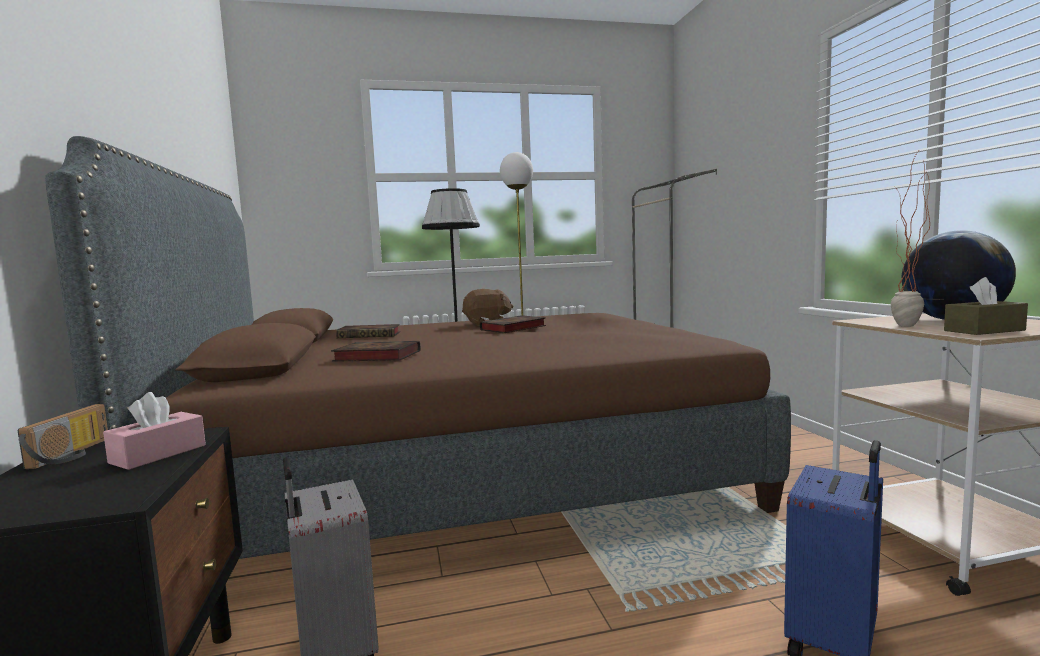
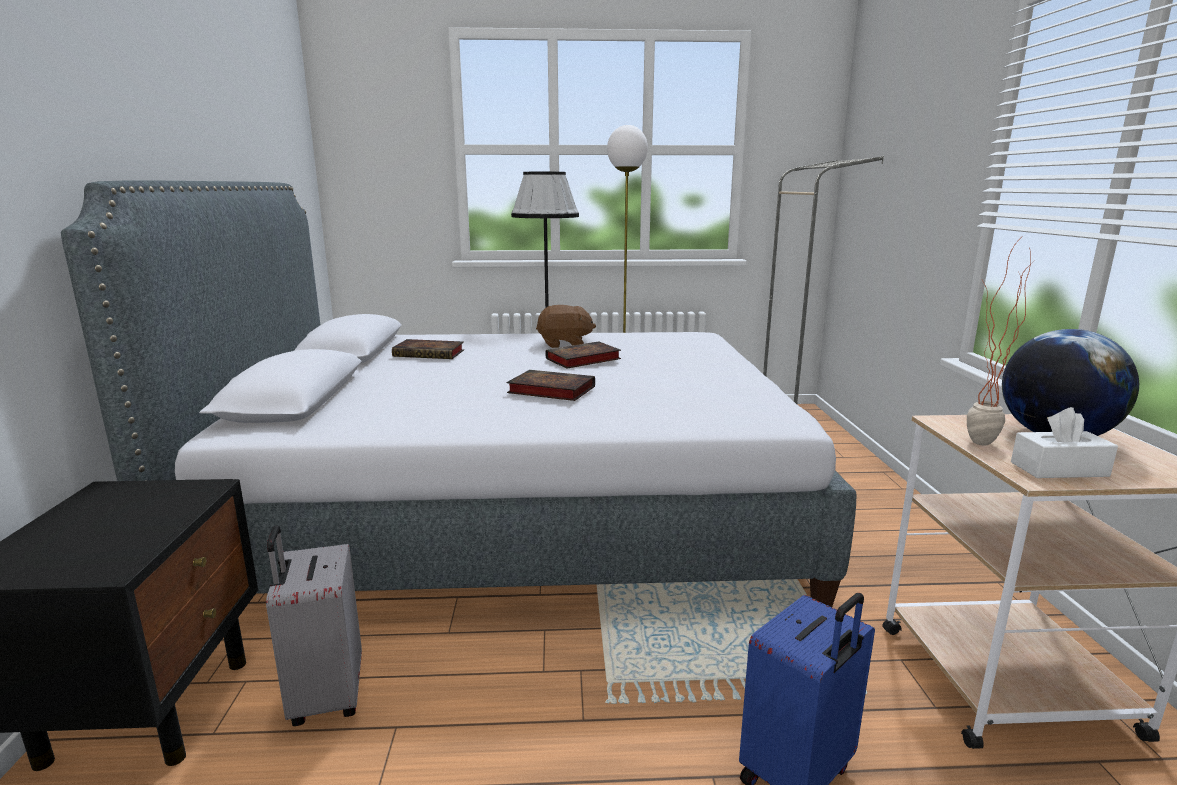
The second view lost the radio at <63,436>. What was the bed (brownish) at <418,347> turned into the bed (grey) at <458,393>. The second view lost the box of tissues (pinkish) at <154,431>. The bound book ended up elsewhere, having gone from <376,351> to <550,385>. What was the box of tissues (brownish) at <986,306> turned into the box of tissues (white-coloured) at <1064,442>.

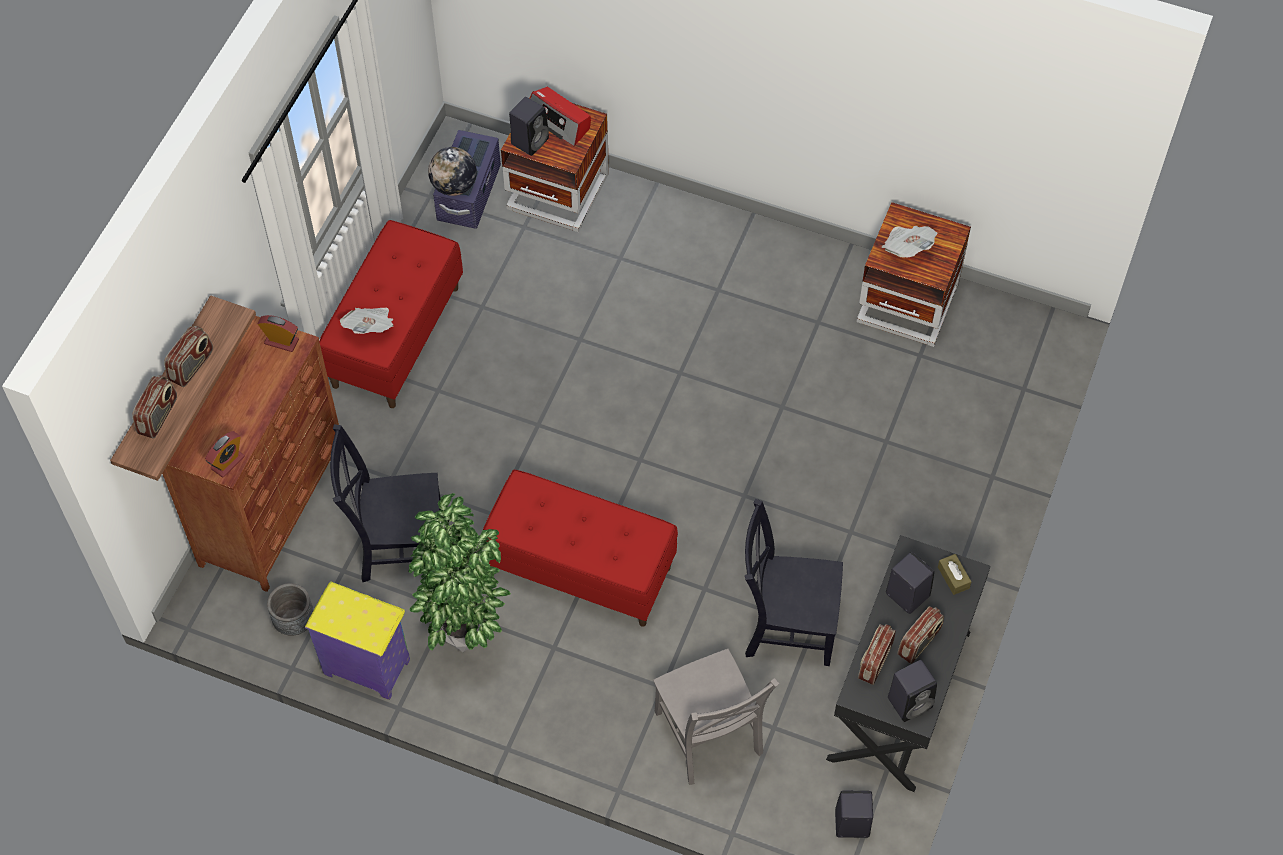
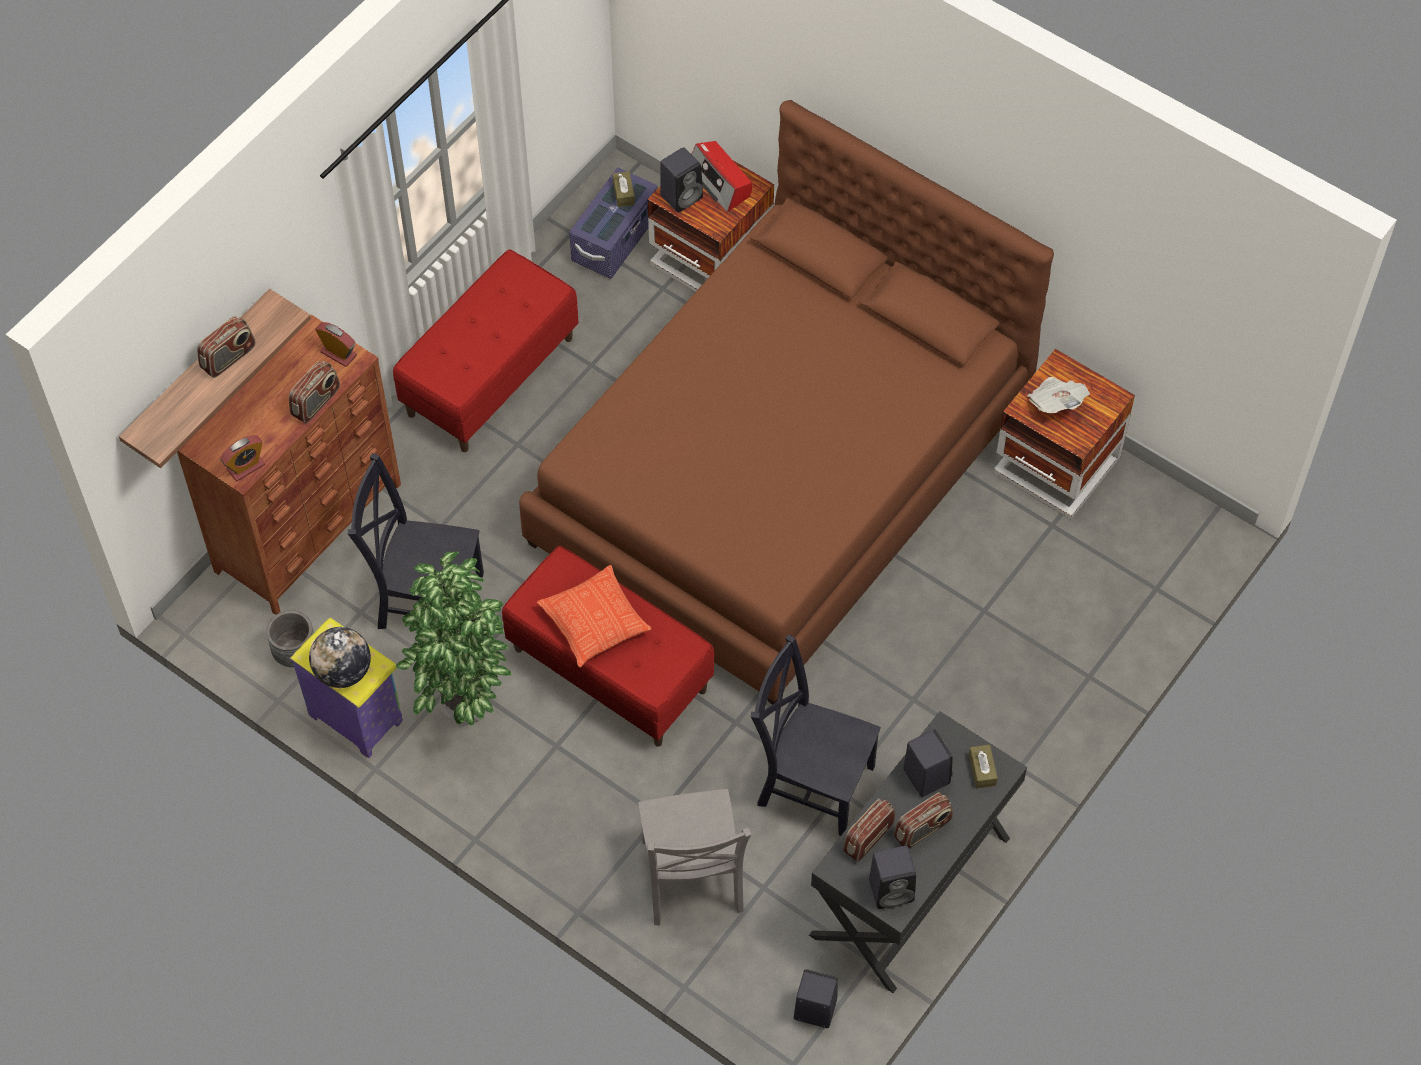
The radio ended up elsewhere, having gone from <154,407> to <314,392>. The second view lost the printed paper at <366,321>. The world globe ended up elsewhere, having gone from <452,171> to <340,657>. The second view gained the bed (brownish) at <786,402>. The second view gained the pillow (orange-coloured) at <594,616>. The second view gained the box of tissues (brownish) at <624,189>.

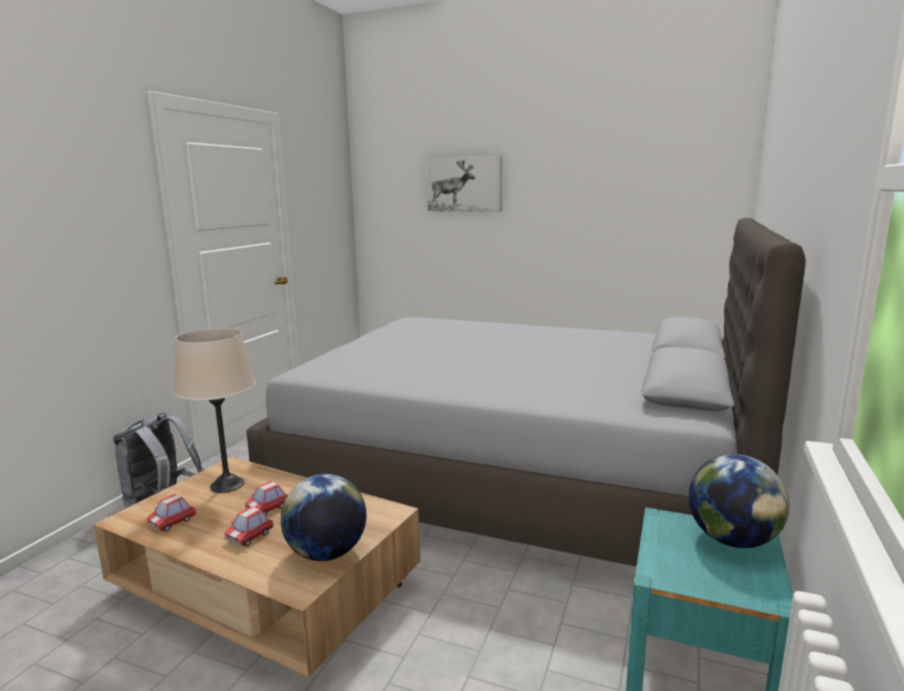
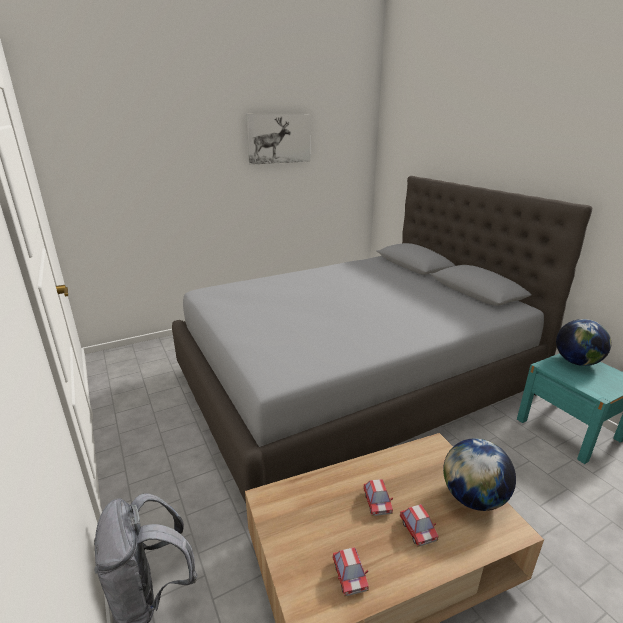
The second view lost the table lamp (beige-coloured) at <215,410>. The wall picture ended up elsewhere, having gone from <464,183> to <278,139>.

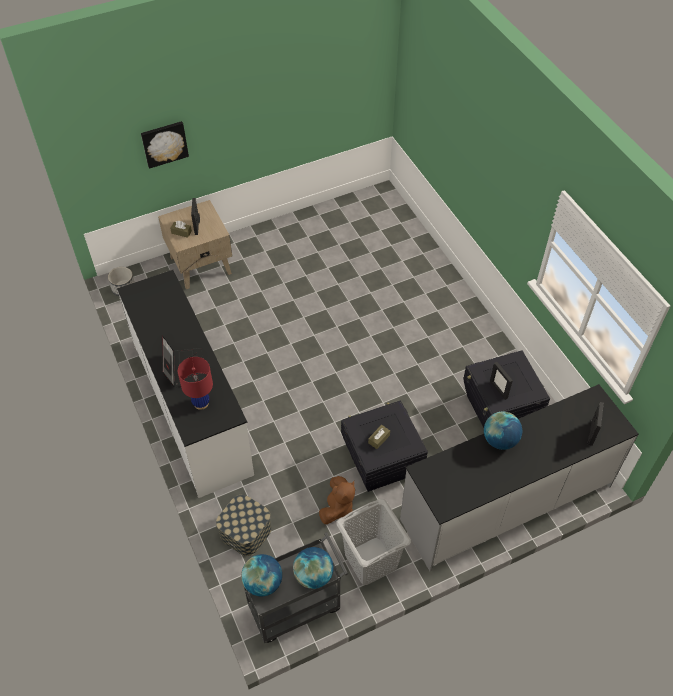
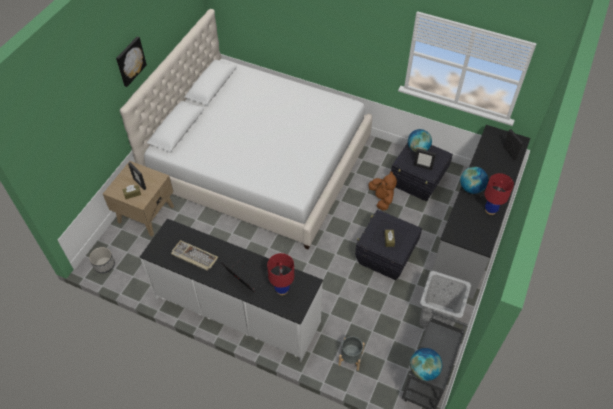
The wall picture ended up elsewhere, having gone from <165,145> to <131,62>. Where the storage bin stood at <244,525>, the plant pot (grey) came to stand at <351,353>. The world globe ended up elsewhere, having gone from <313,568> to <420,140>. The cuddly toy (brownish) ended up elsewhere, having gone from <337,500> to <383,191>. The second view gained the bed (white-coloured) at <246,129>. The second view gained the computer keyboard at <194,255>. The second view gained the table lamp (reddish) at <499,194>.

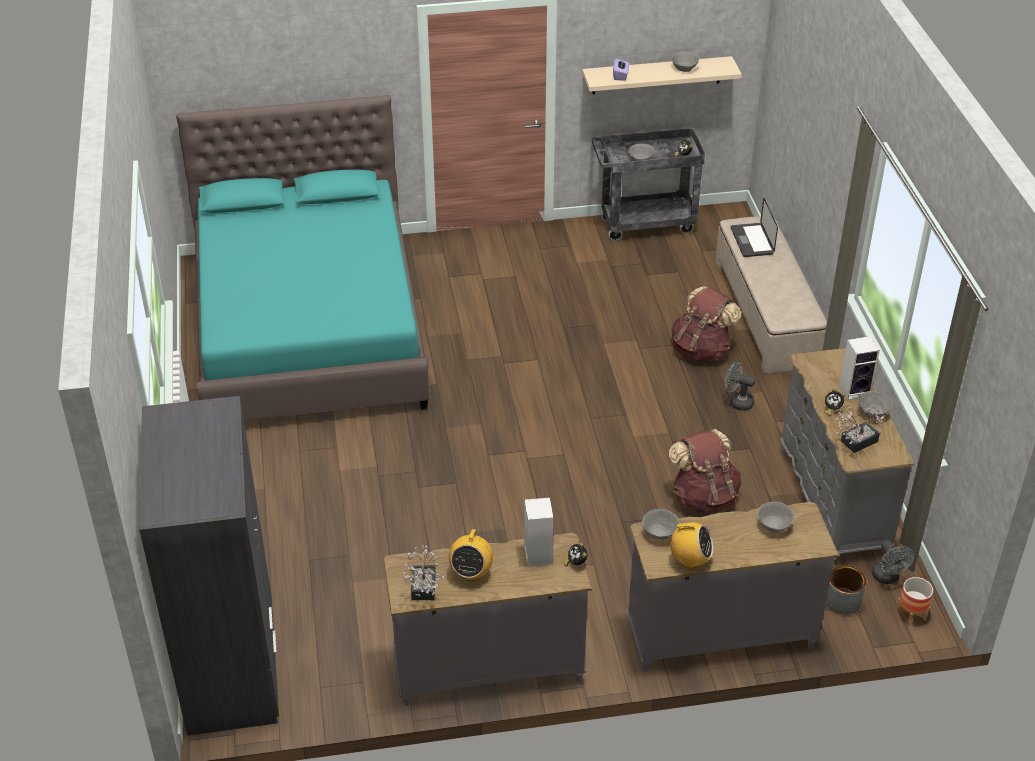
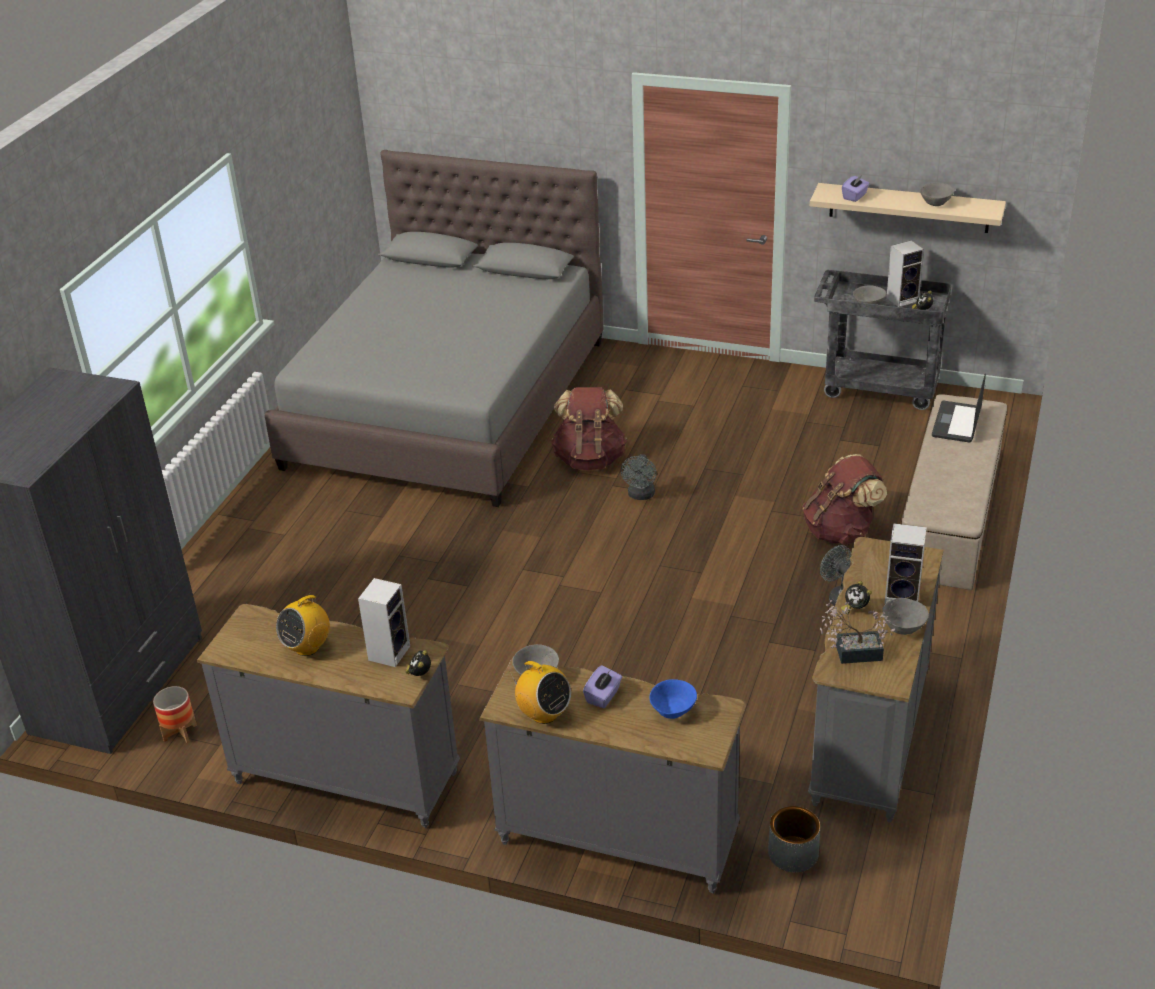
What was the bed (turquoise-coloured) at <302,258> turned into the bed (grey) at <434,328>. The second view lost the plant in a pot at <423,573>. The knapsack (brownish) ended up elsewhere, having gone from <705,471> to <589,428>. What was the deep dish (grey) at <775,517> turned into the deep dish (blue) at <673,699>. The cooling fan (grey) ended up elsewhere, having gone from <893,562> to <639,477>. The plant pot ended up elsewhere, having gone from <914,601> to <175,714>. The second view gained the box of tissues (purple-coloured) at <602,686>. The second view gained the speaker at <905,274>.

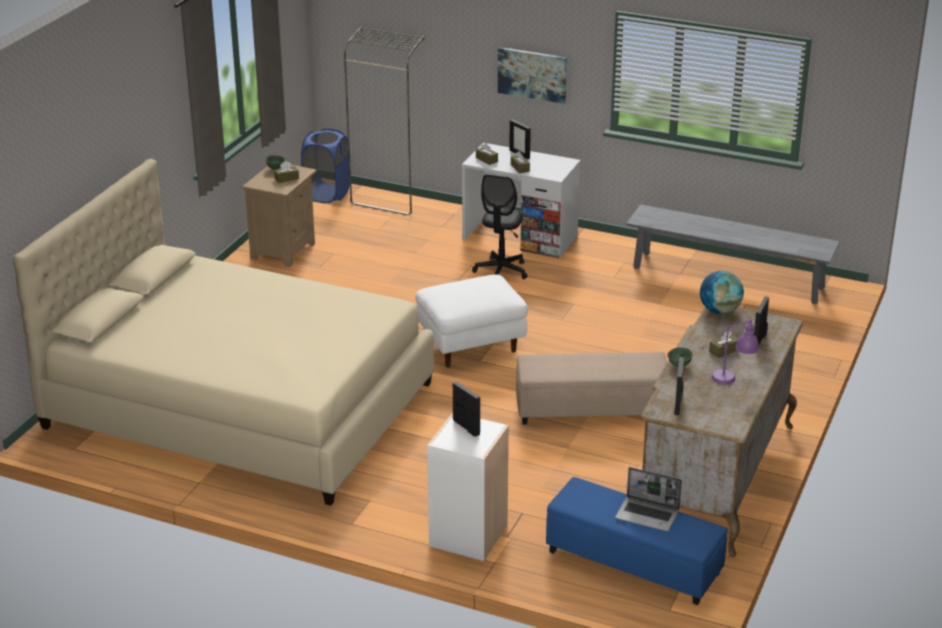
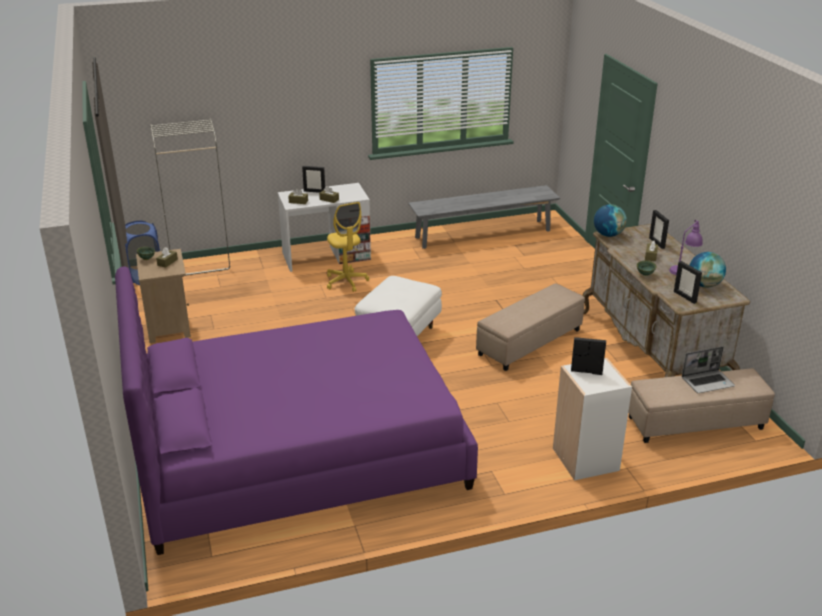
What was the bed (beige-coloured) at <224,332> turned into the bed (purple-coloured) at <296,410>. What was the computer chair (black-coloured) at <499,227> turned into the computer chair (yellowish) at <348,247>. The second view lost the wall picture at <532,75>. What was the footrest (blue) at <636,541> turned into the footrest (beige-coloured) at <701,405>. The second view gained the world globe at <708,269>.

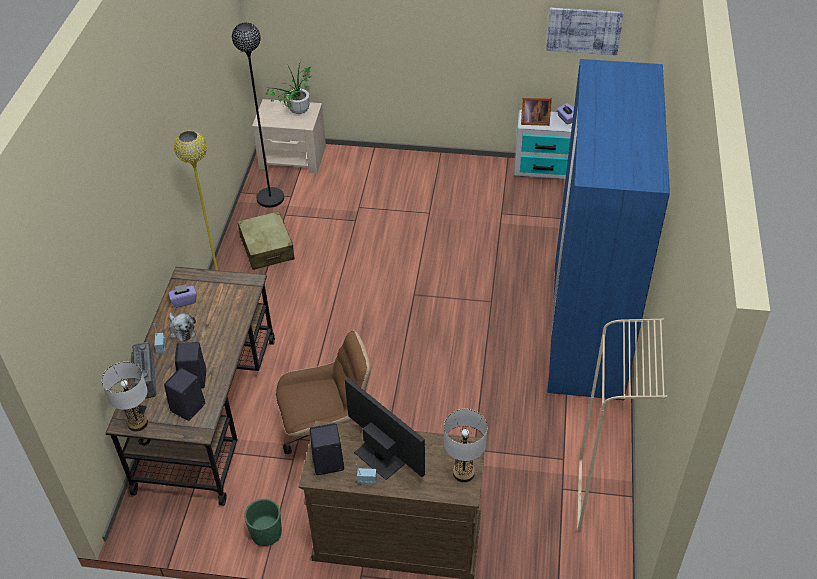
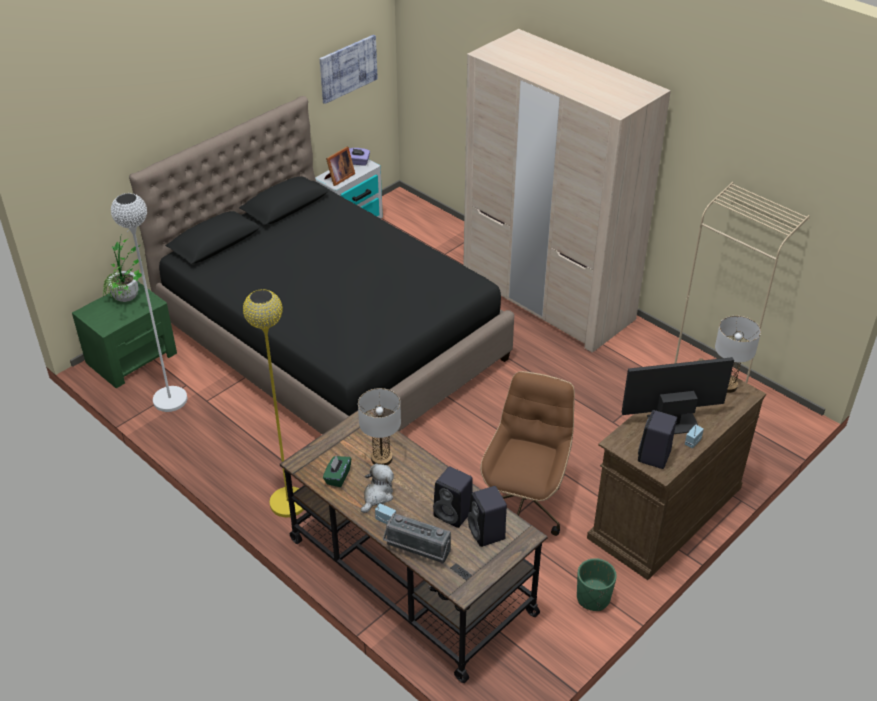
The table lamp ended up elsewhere, having gone from <124,396> to <379,426>. What was the box of tissues (purple-coloured) at <183,296> turned into the box of tissues (greenish) at <337,471>. The cuddly toy at <182,327> ended up facing another way, 60 degrees counterclockwise from before. What was the standing lamp (black-coloured) at <258,115> turned into the standing lamp (white-coloured) at <149,302>. The second view lost the piece of luggage (beige-coloured) at <266,240>. What was the night table (beige-coloured) at <289,136> turned into the night table (greenish) at <124,334>. What was the armoire (blue) at <608,229> turned into the armoire (beige-coloured) at <567,190>. The second view gained the bed (black-coloured) at <321,265>.

